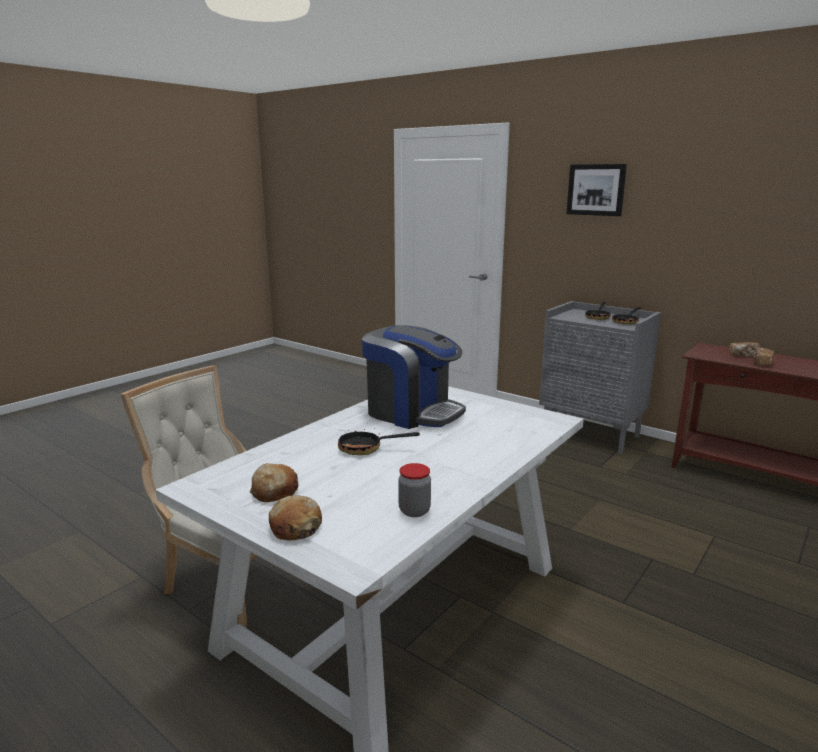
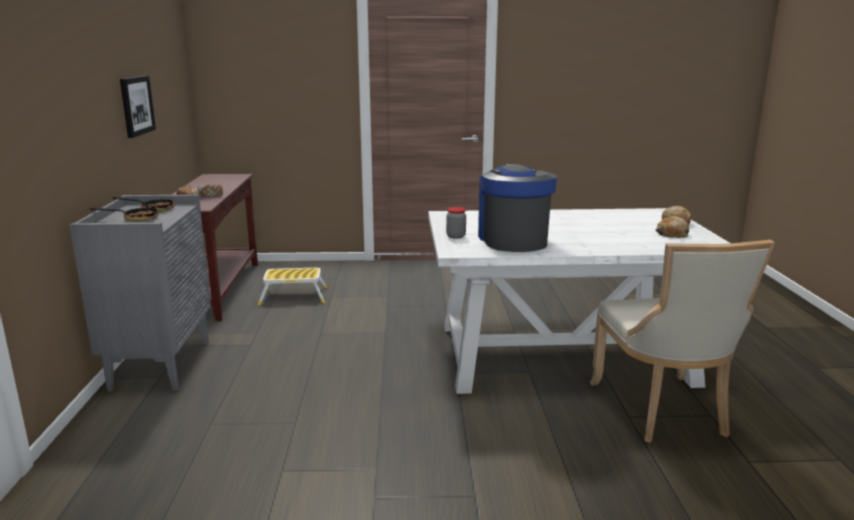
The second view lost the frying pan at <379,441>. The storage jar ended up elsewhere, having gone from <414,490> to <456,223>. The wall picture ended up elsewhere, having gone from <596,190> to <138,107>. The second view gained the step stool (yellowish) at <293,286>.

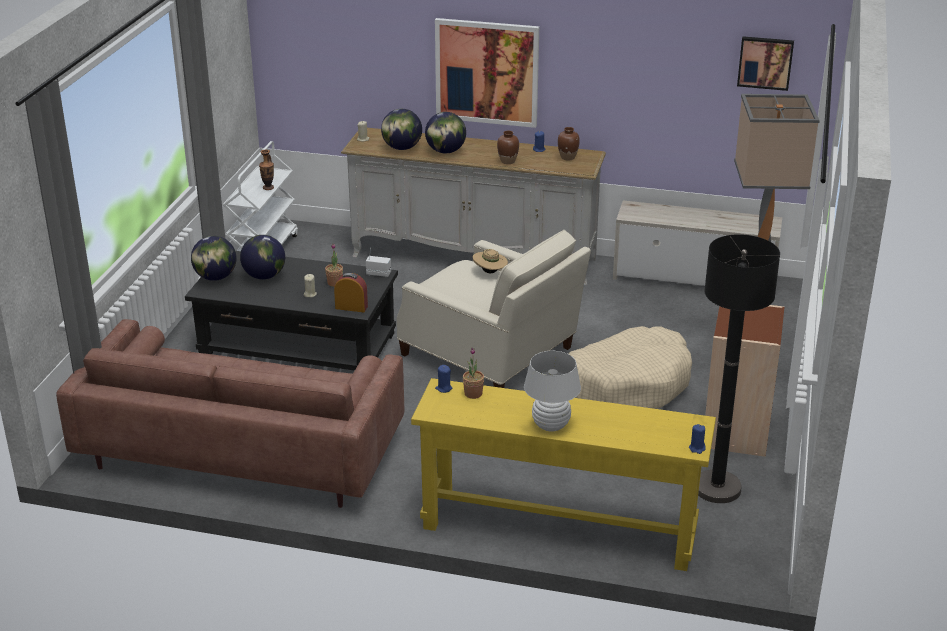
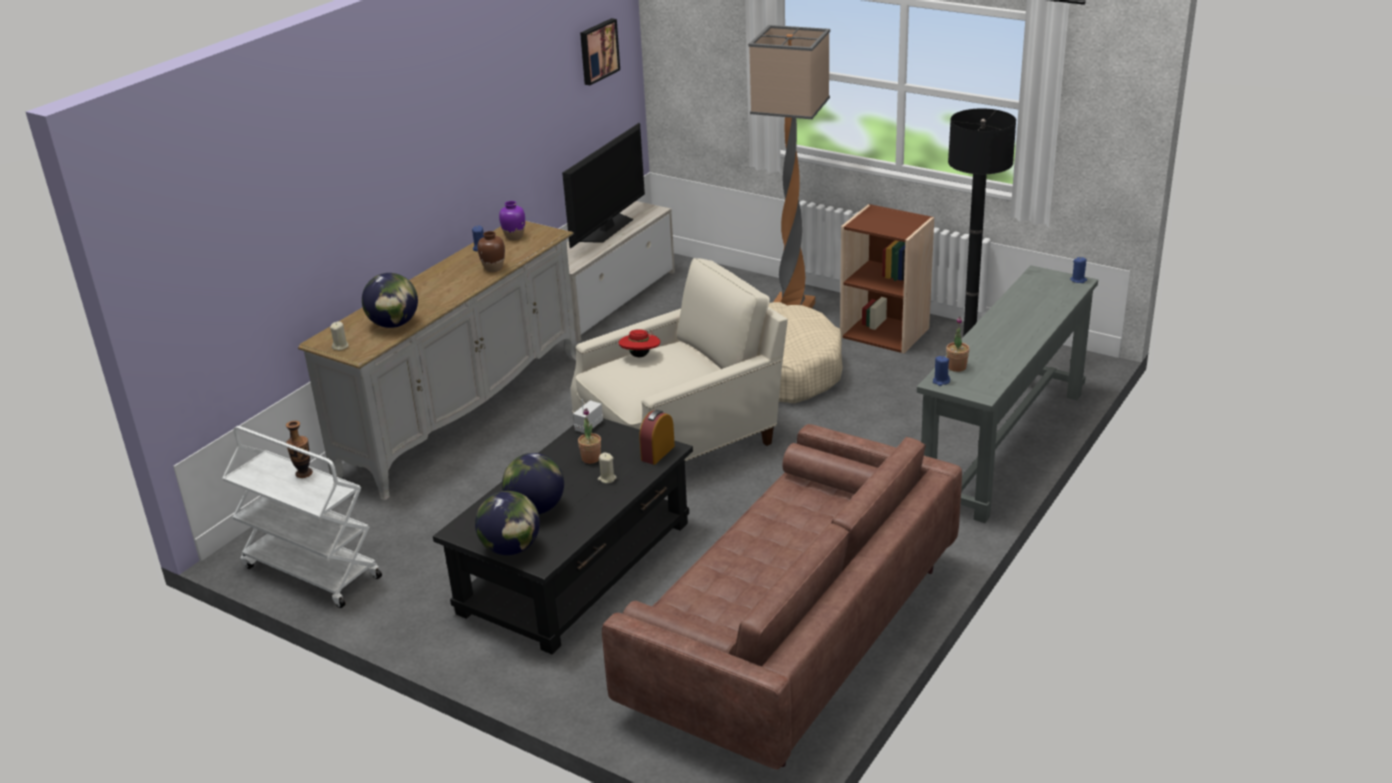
What was the hall table (yellowish) at <563,474> turned into the hall table (grey) at <1007,394>. The second view lost the world globe at <445,132>. The second view lost the wall picture at <487,73>. What was the hat (beige-coloured) at <490,261> turned into the hat (reddish) at <639,343>. The second view lost the table lamp (white-coloured) at <552,391>. What was the vase (brownish) at <569,144> turned into the vase (purple-coloured) at <512,220>. The second view gained the TV at <603,185>.

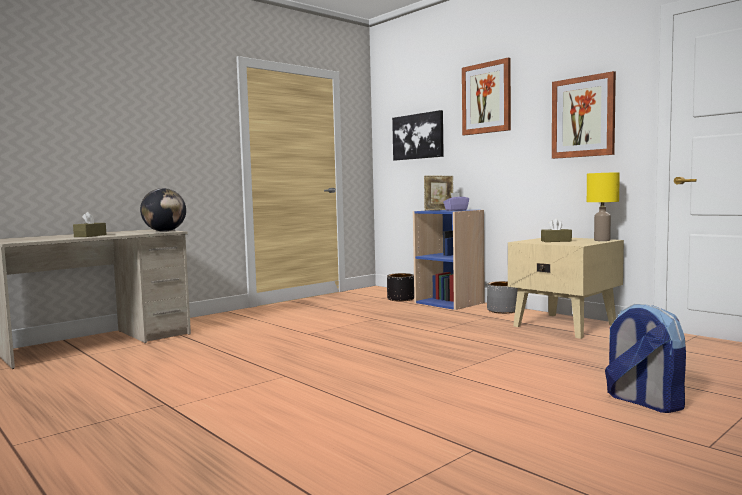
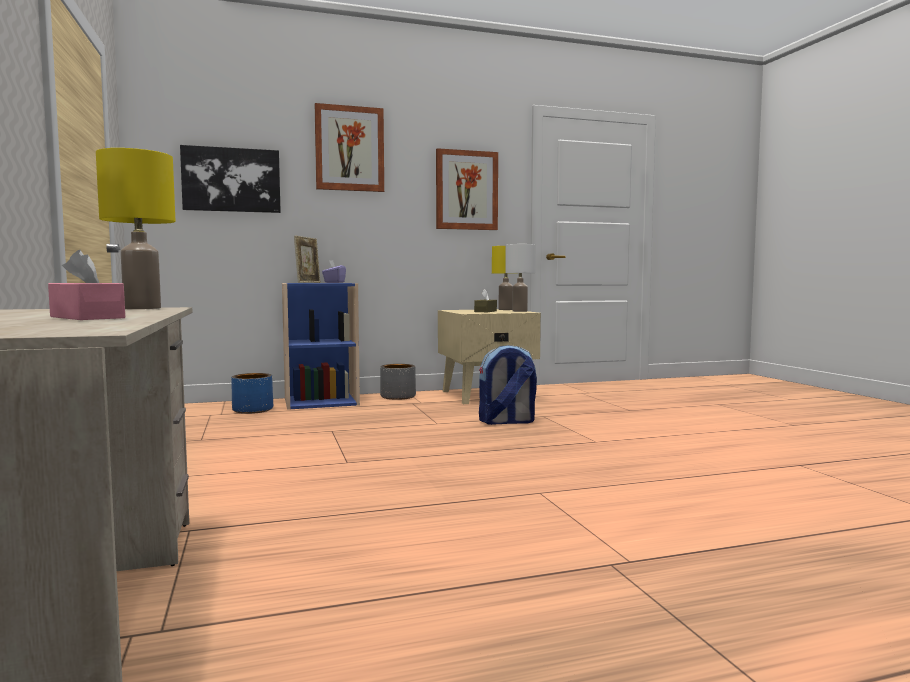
What was the box of tissues (brownish) at <90,224> turned into the box of tissues (pinkish) at <86,285>. Where the world globe stood at <163,210>, the table lamp (yellowish) came to stand at <135,228>. What was the plant pot (black-coloured) at <400,287> turned into the plant pot (blue) at <252,393>. The knapsack ended up elsewhere, having gone from <645,358> to <508,385>. The second view gained the table lamp (white-coloured) at <520,278>.

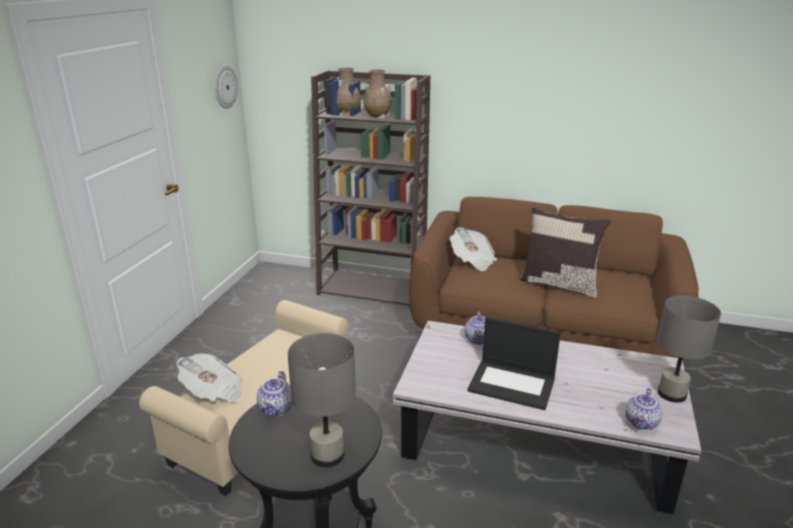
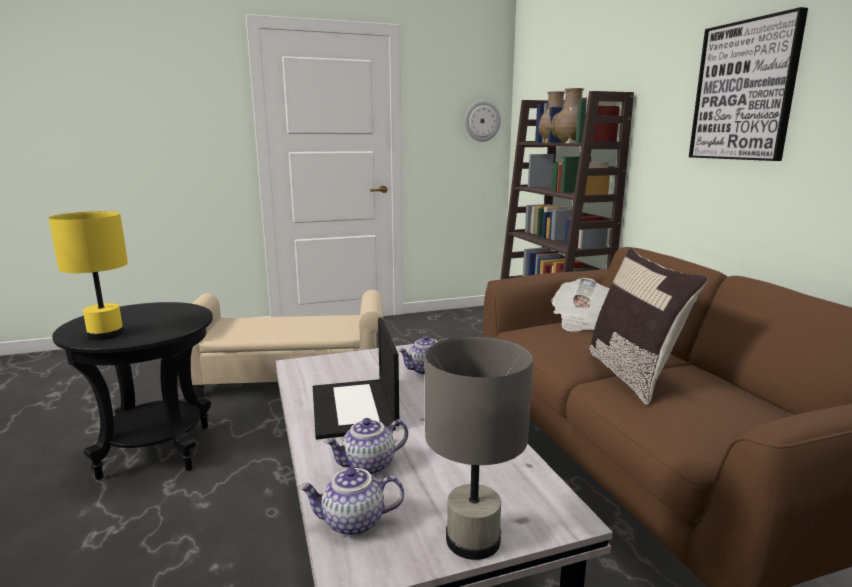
The second view lost the printed paper at <209,378>. The pot for tea ended up elsewhere, having gone from <275,394> to <366,446>. What was the table lamp (grey) at <322,400> turned into the table lamp (yellowish) at <88,275>. The second view gained the wall picture at <748,84>.

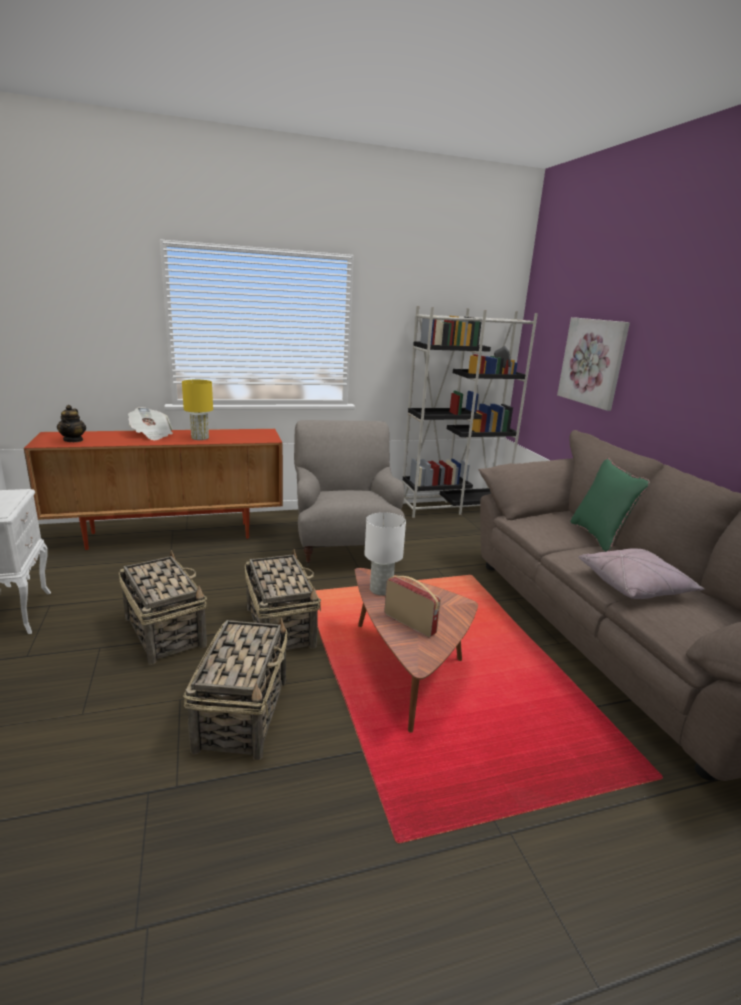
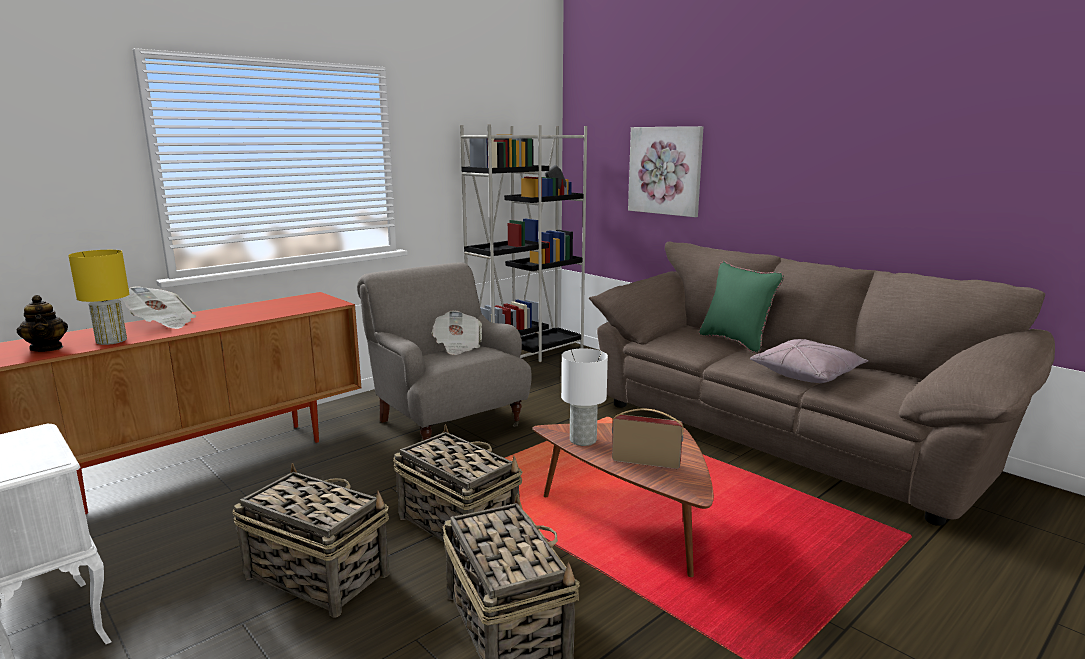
The table lamp (yellowish) ended up elsewhere, having gone from <197,409> to <98,297>. The second view gained the printed paper at <456,333>.

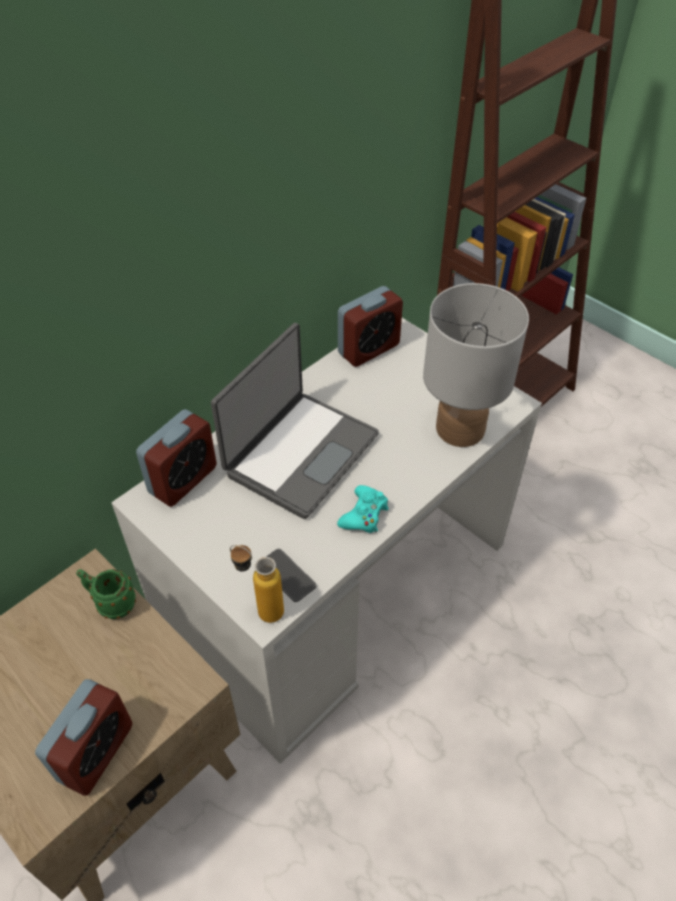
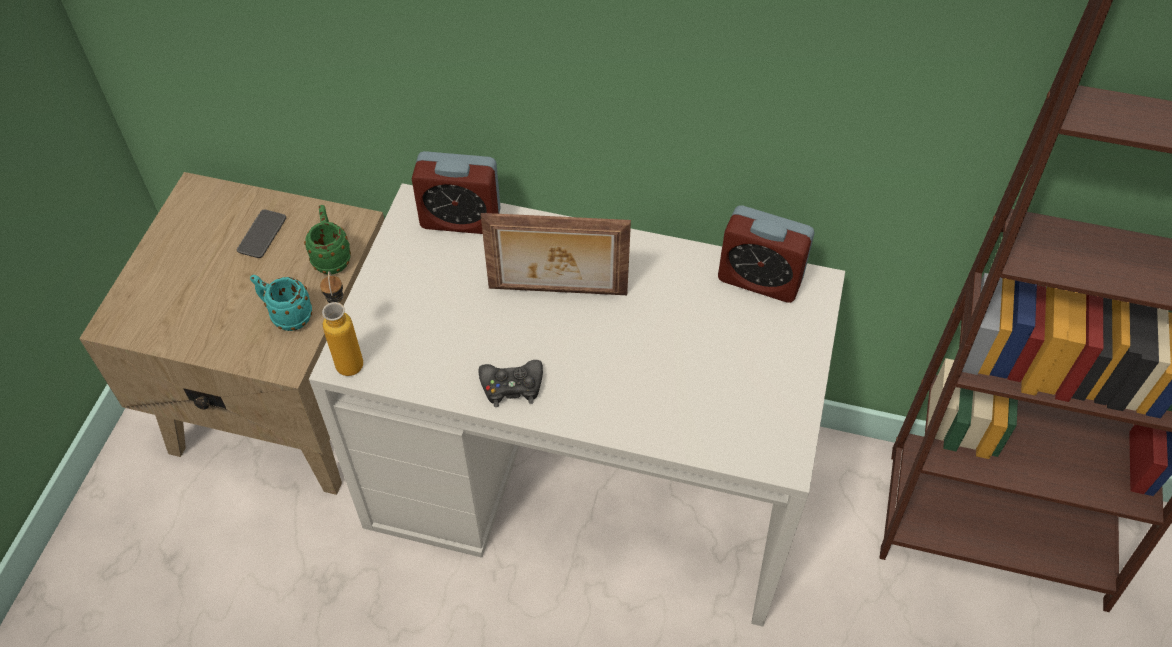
The second view lost the table clock at <83,737>. Where the portable computer stood at <295,421>, the photo frame came to stand at <556,254>. The handset ended up elsewhere, having gone from <291,575> to <261,234>. What was the joypad (turquoise-coloured) at <363,509> turned into the joypad (black-coloured) at <511,383>. The second view lost the table lamp (grey) at <476,365>. The second view gained the tea mug (turquoise-coloured) at <281,303>.

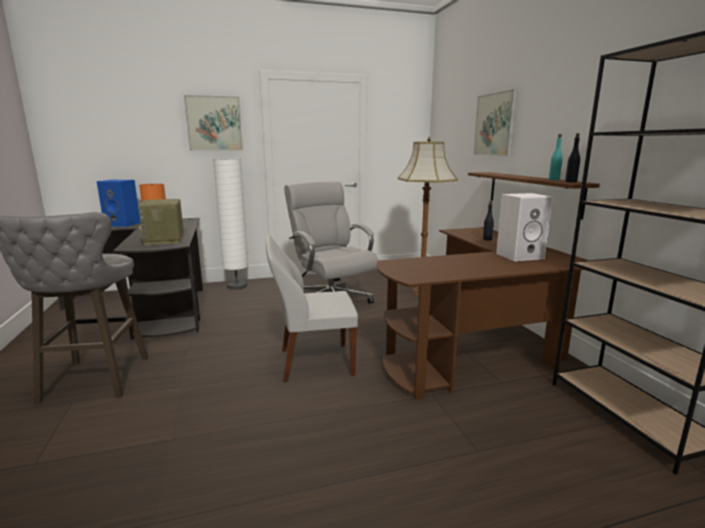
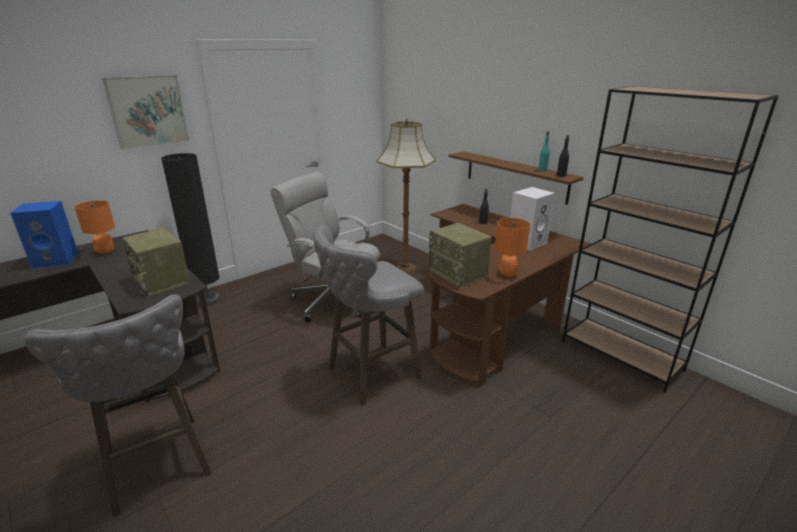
What was the standing lamp (white-coloured) at <230,224> turned into the standing lamp (black-coloured) at <190,229>. Where the upright chair (white-coloured) stood at <312,308>, the sitting stool (grey) came to stand at <369,315>. The second view lost the wall picture at <495,122>. The second view gained the radio at <460,256>. The second view gained the table lamp (orange-coloured) at <512,247>.

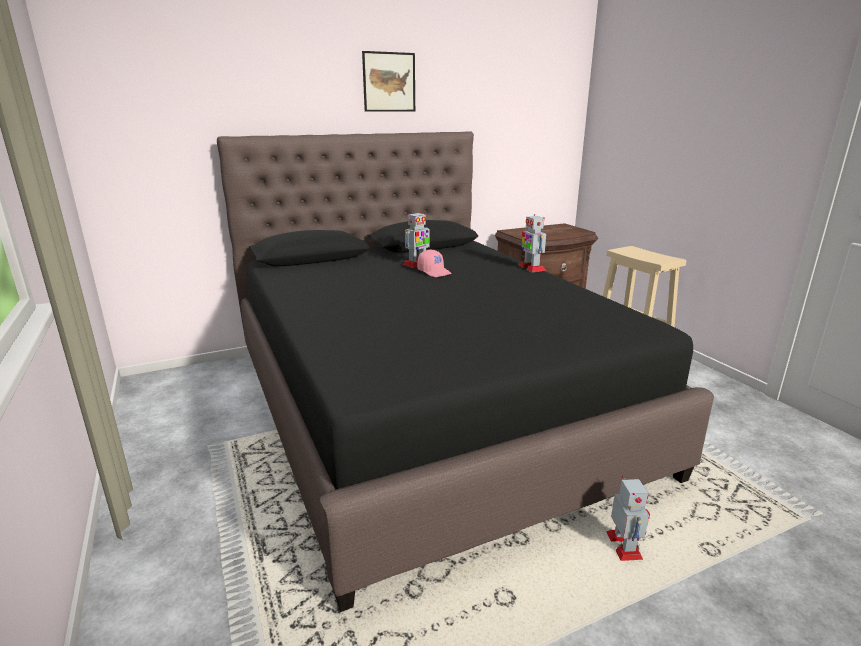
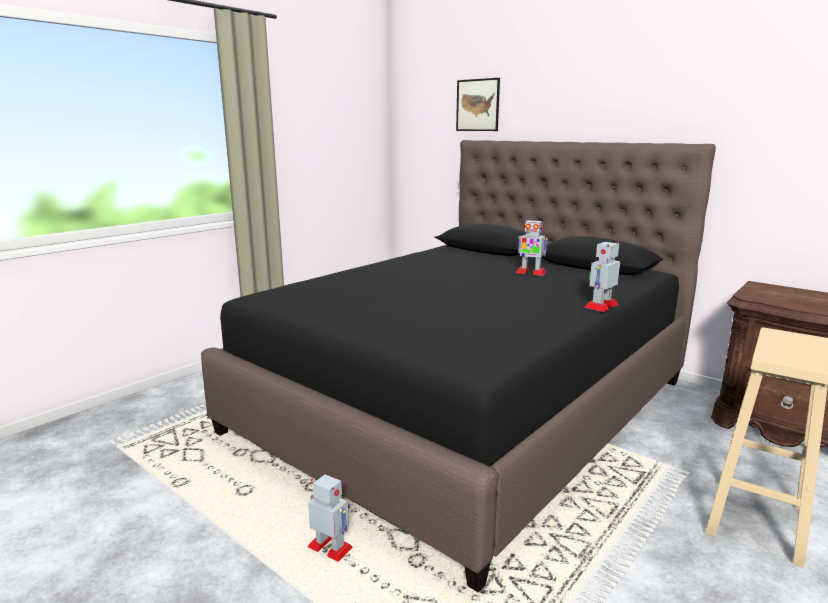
The wall picture ended up elsewhere, having gone from <388,81> to <478,104>. The second view lost the peaked cap (pinkish) at <434,263>. The robot figure at <628,518> ended up facing another way, 120 degrees counterclockwise from before.

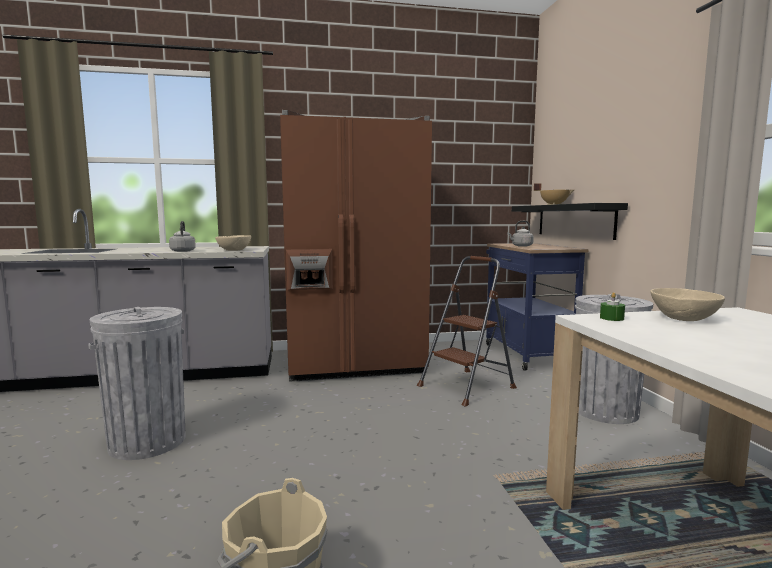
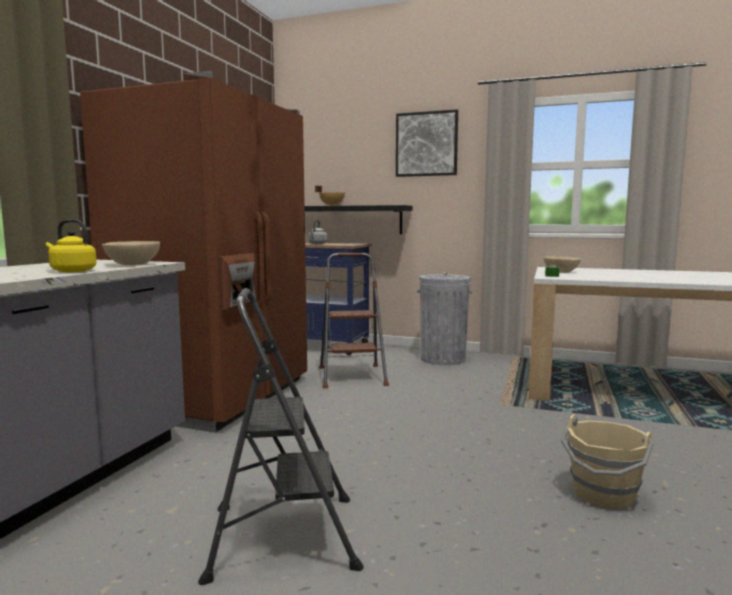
Where the waste bin (grey) stood at <137,383>, the step stool (black-coloured) came to stand at <281,436>. What was the tea kettle (grey) at <182,236> turned into the tea kettle (yellowish) at <71,245>. The second view gained the wall picture at <427,143>.

